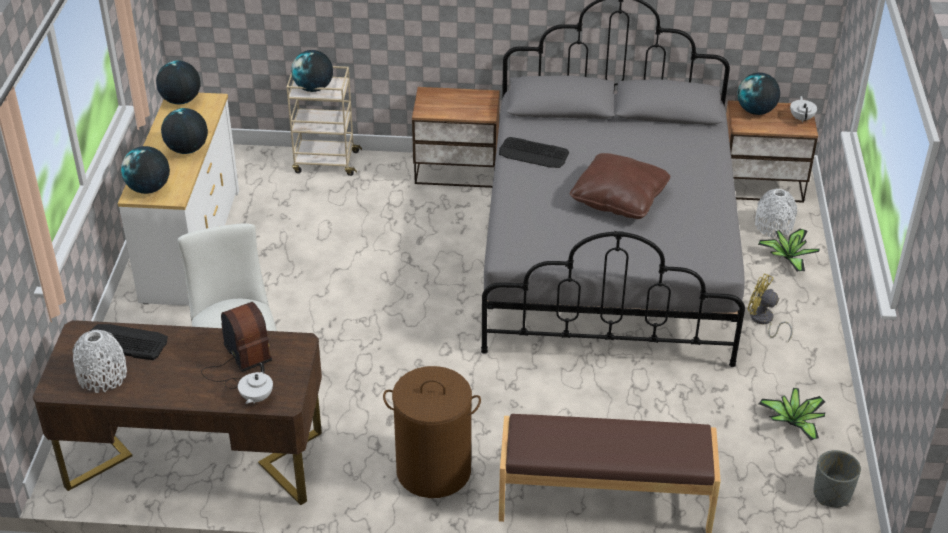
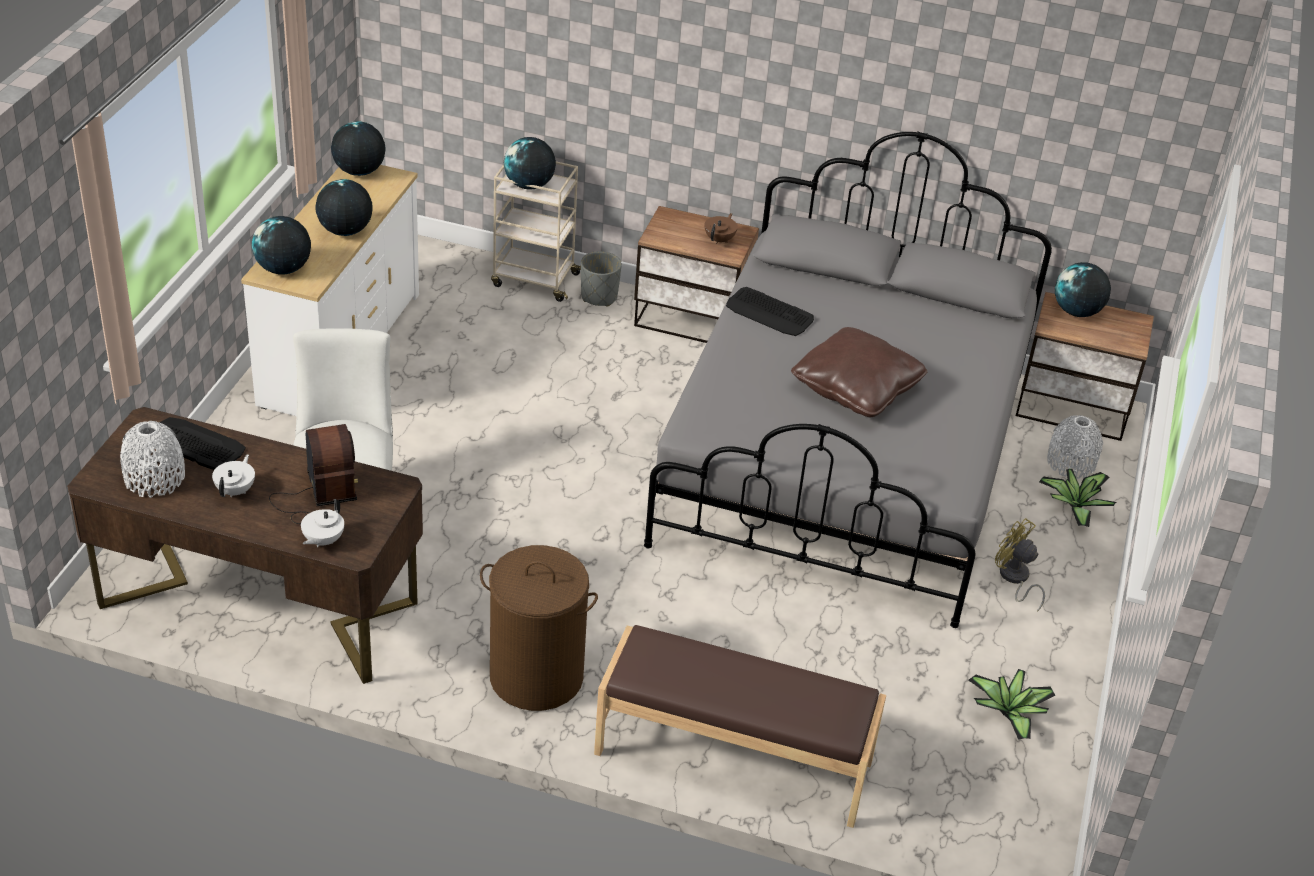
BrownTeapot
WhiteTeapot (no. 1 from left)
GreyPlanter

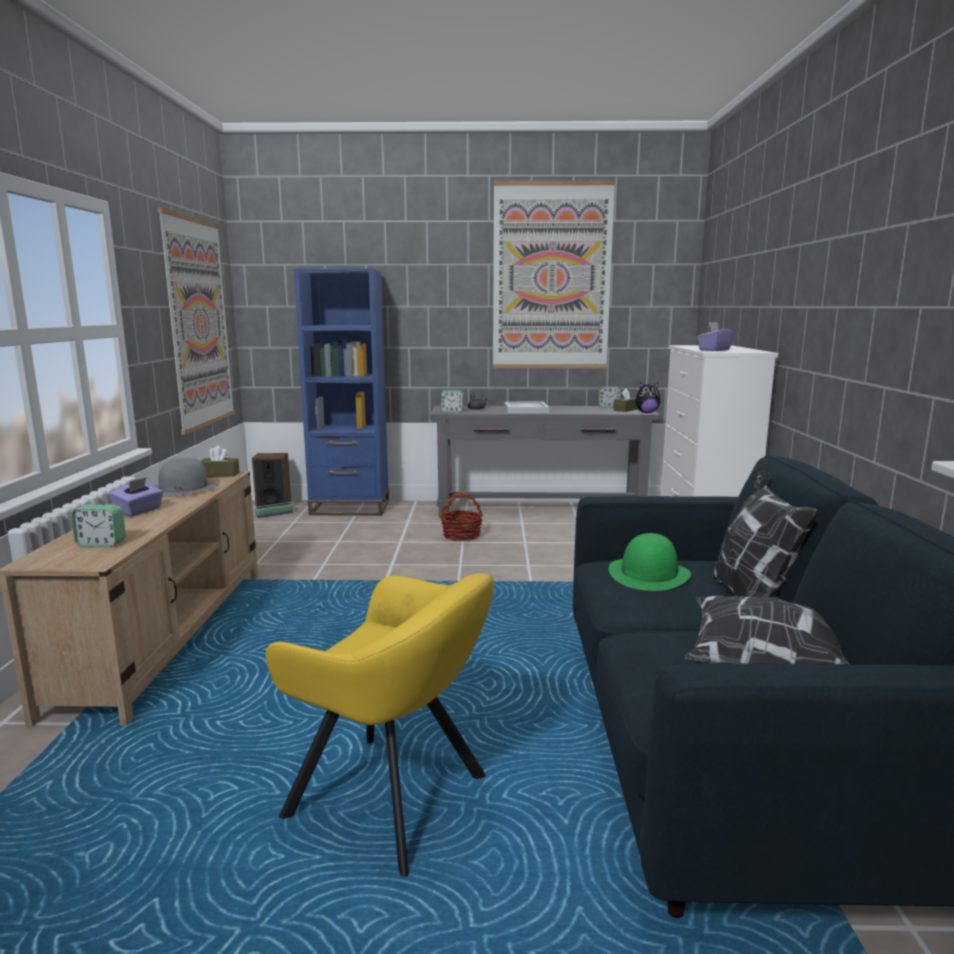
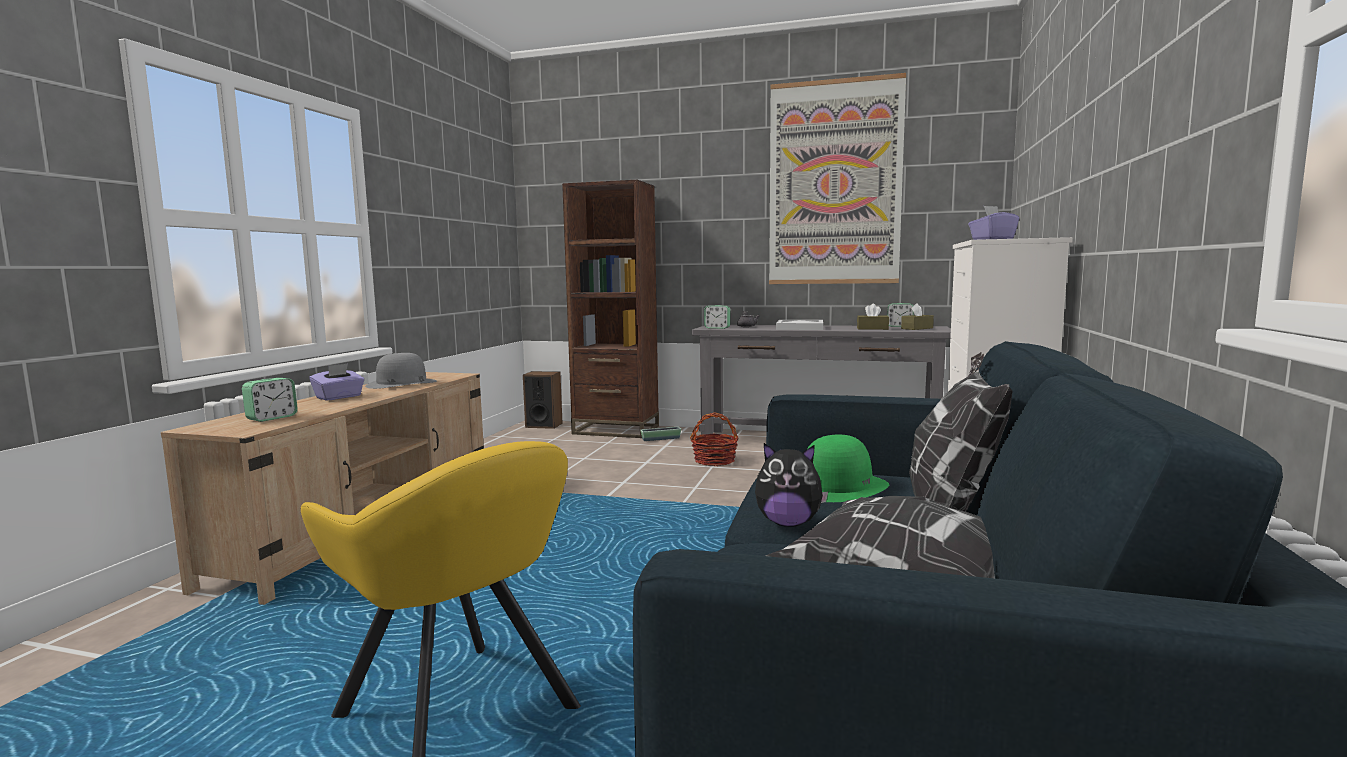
Picture (no. 1 from left in the first image)
BrownTissueBox (no. 1 from left)
Planter
PlushToy
BrownBookcase
AlarmClock (no. 1 from left)

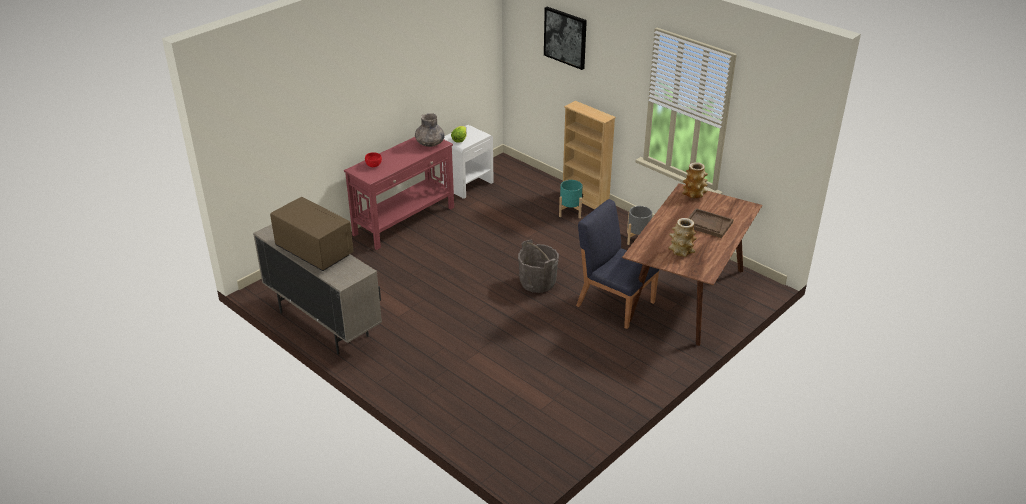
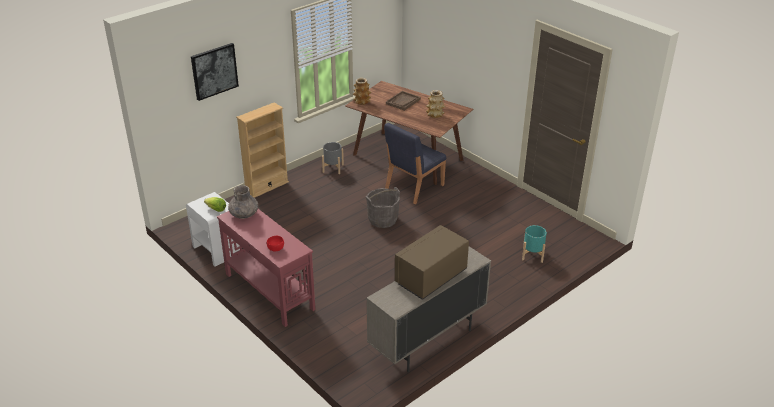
TurquoisePlanter

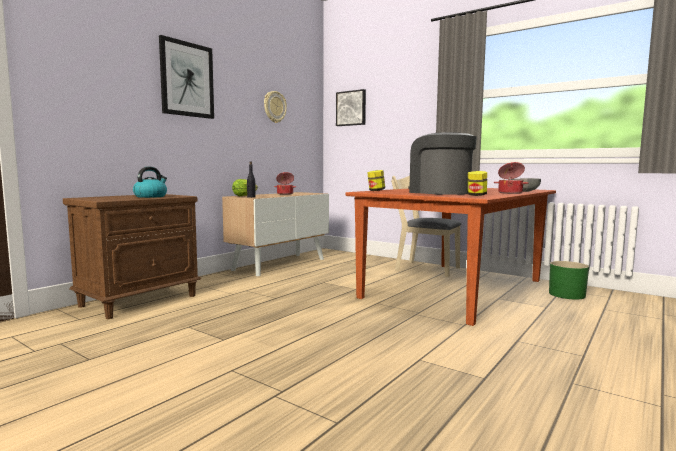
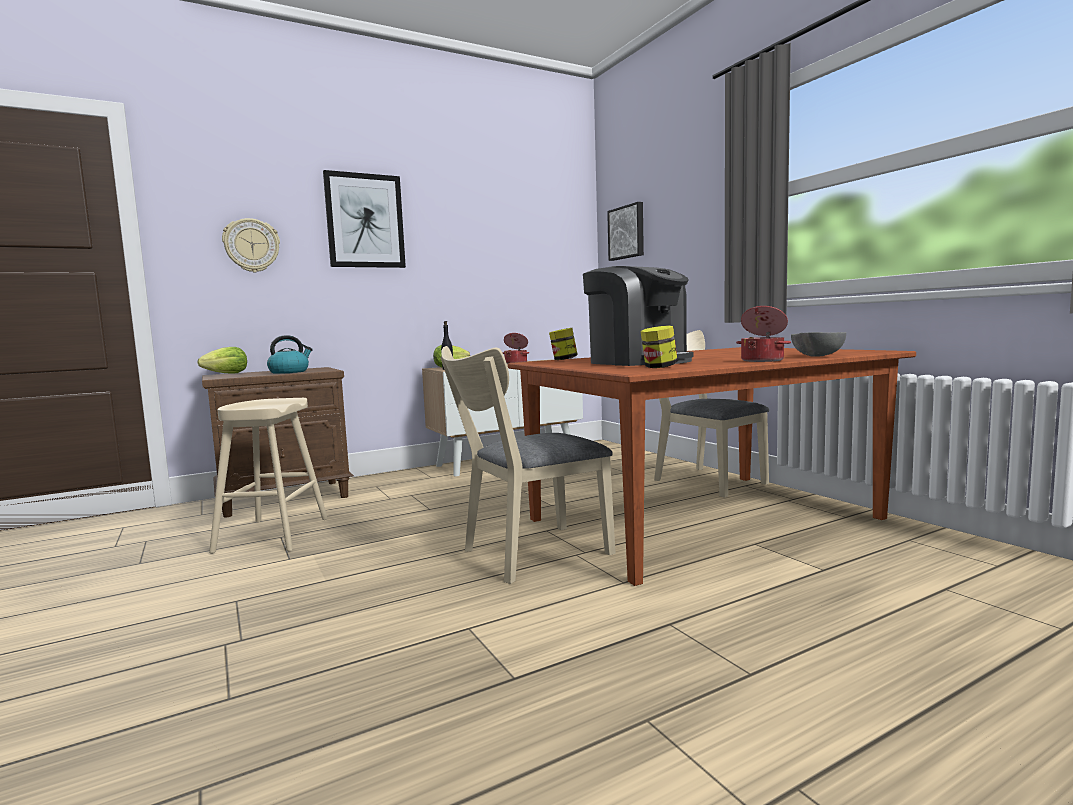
GreenPlanter
Lettuce (no. 1 from left)
BeigeStool
BeigeChair (no. 1 from left)
WallClock
CoffeeMachine

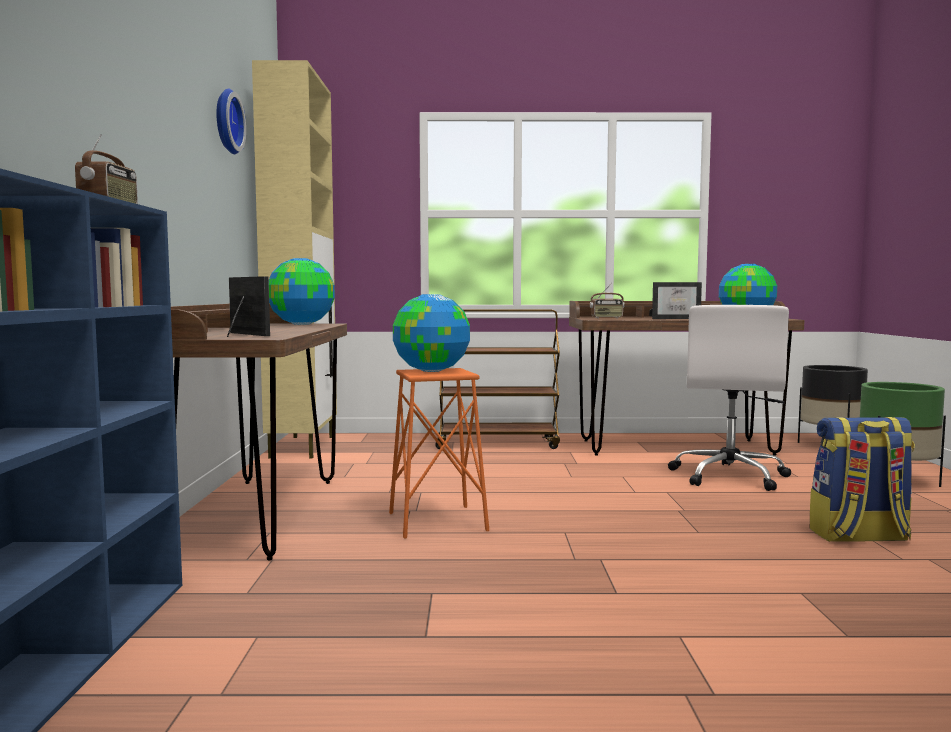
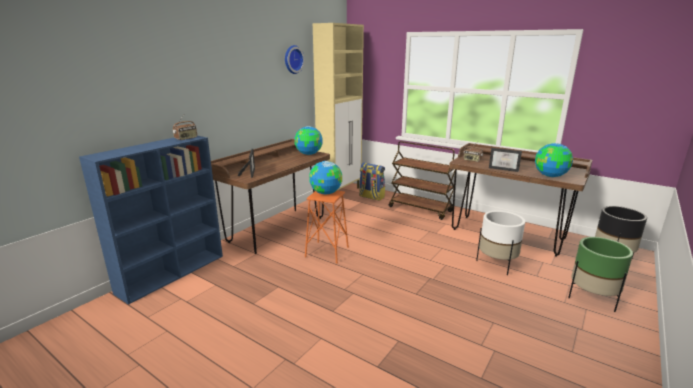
Backpack
WhitePlanter

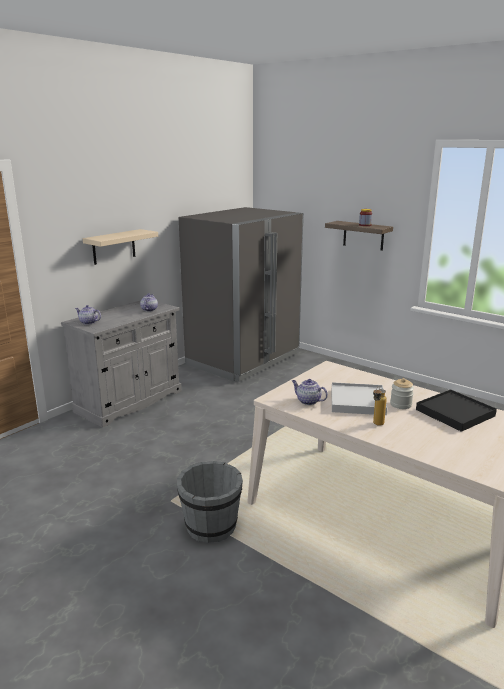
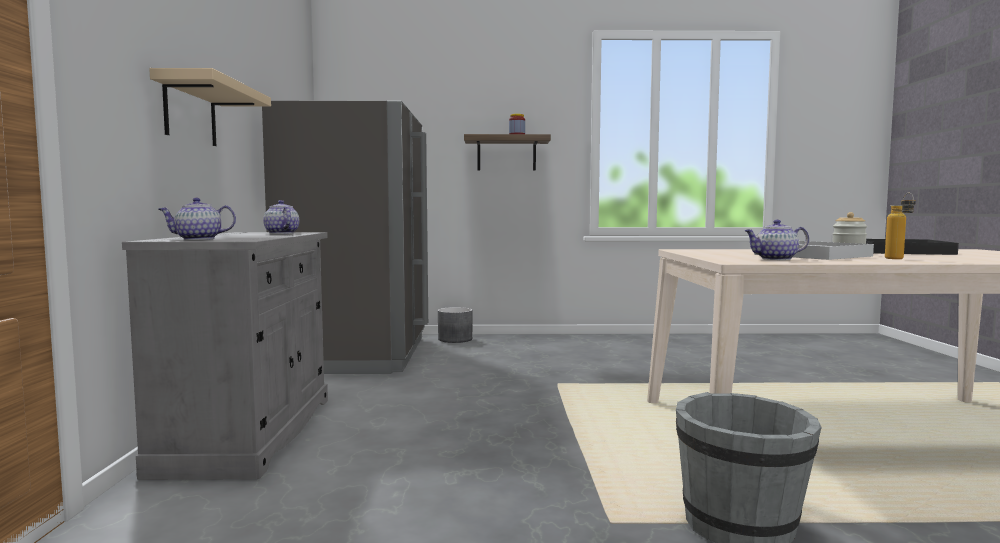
GreyPlanter

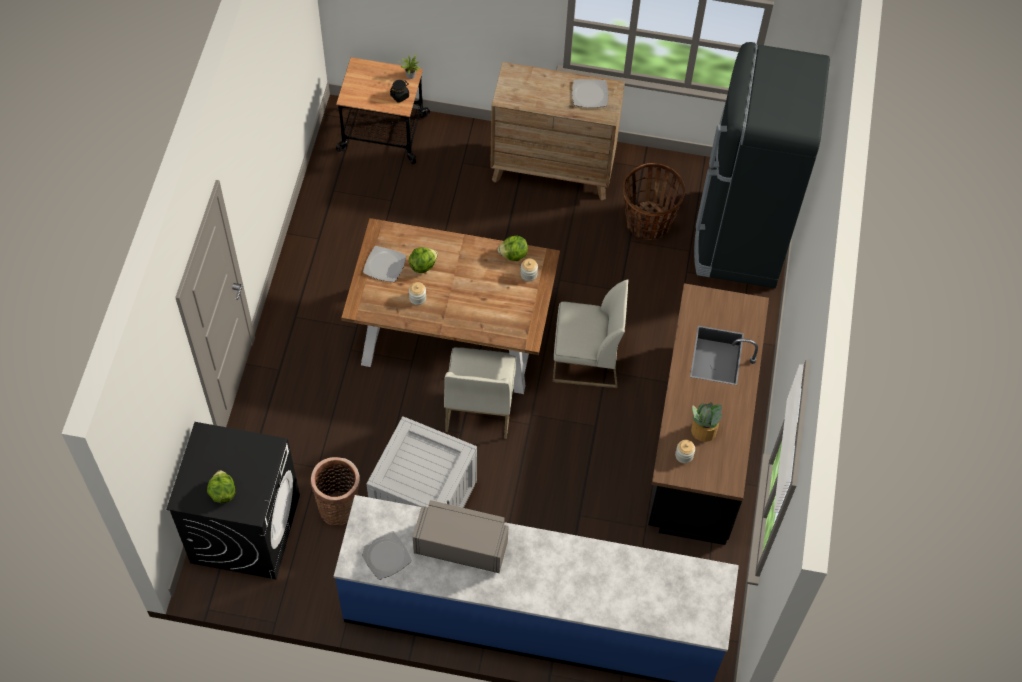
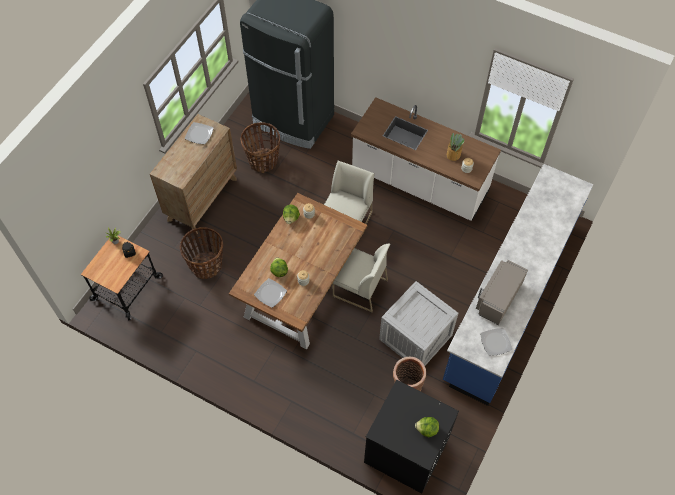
Basket (no. 1 from left)
WhiteCounter

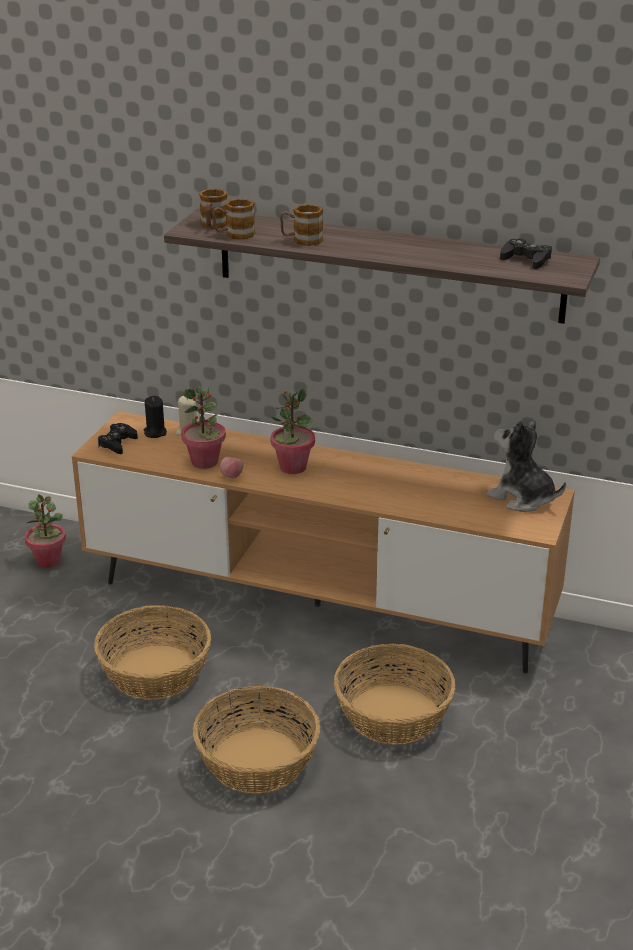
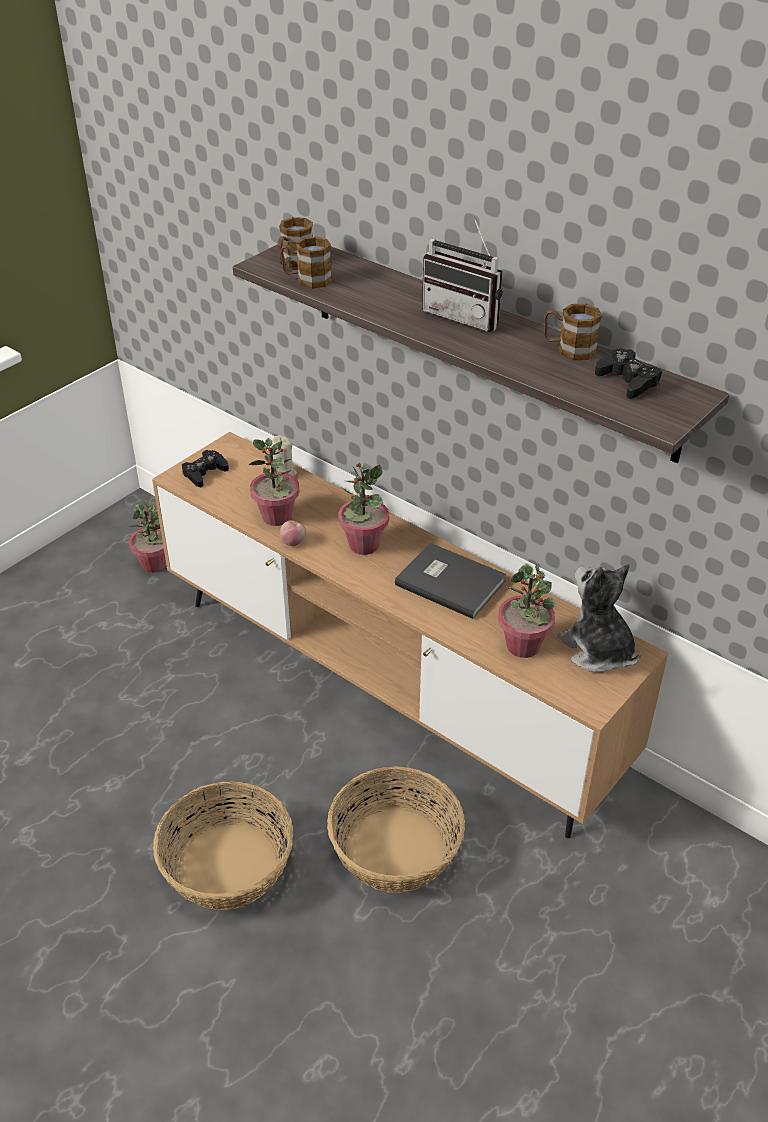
Basket (no. 1 from left in the first image)
BlackCandle
GreyBook
Radio
PottedPlant (no. 4 from left)
Mug (no. 3 from left)

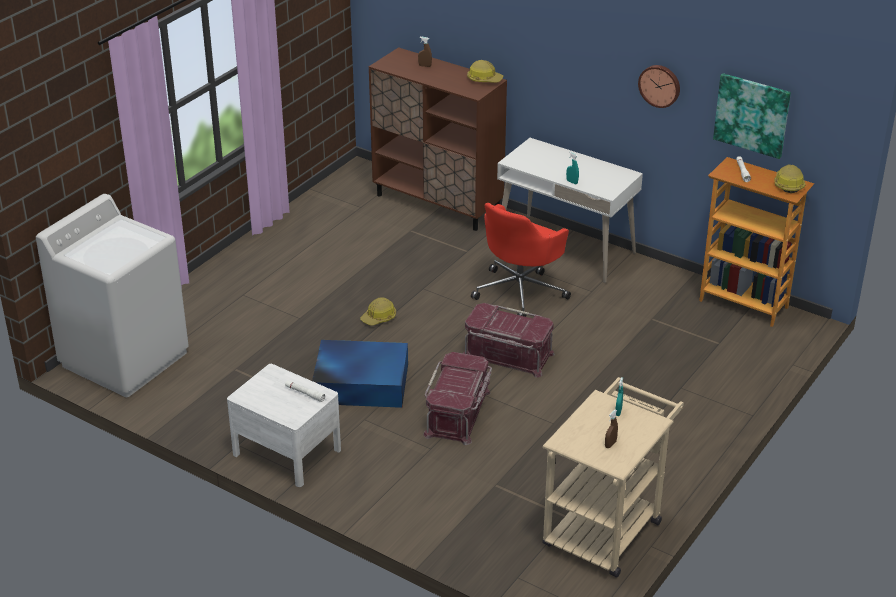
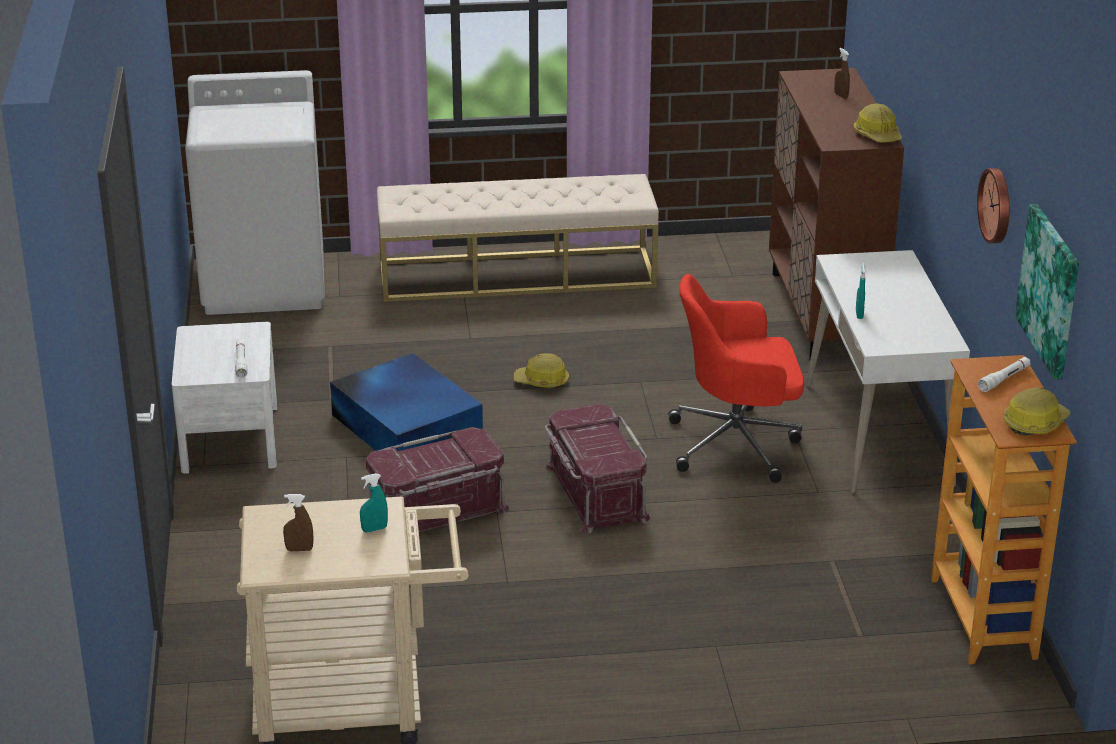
BeigeBench

